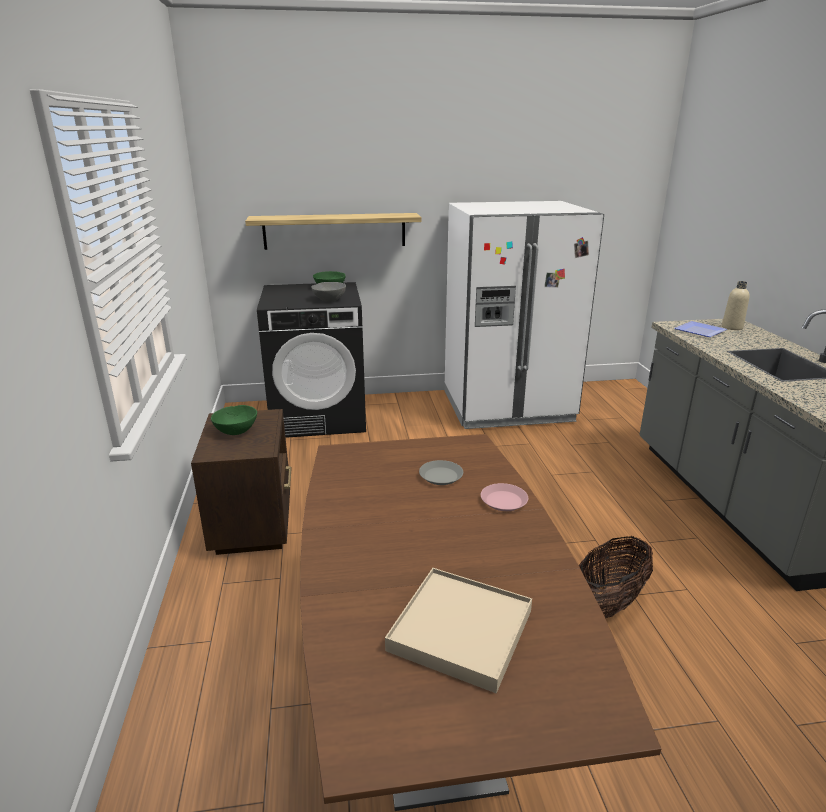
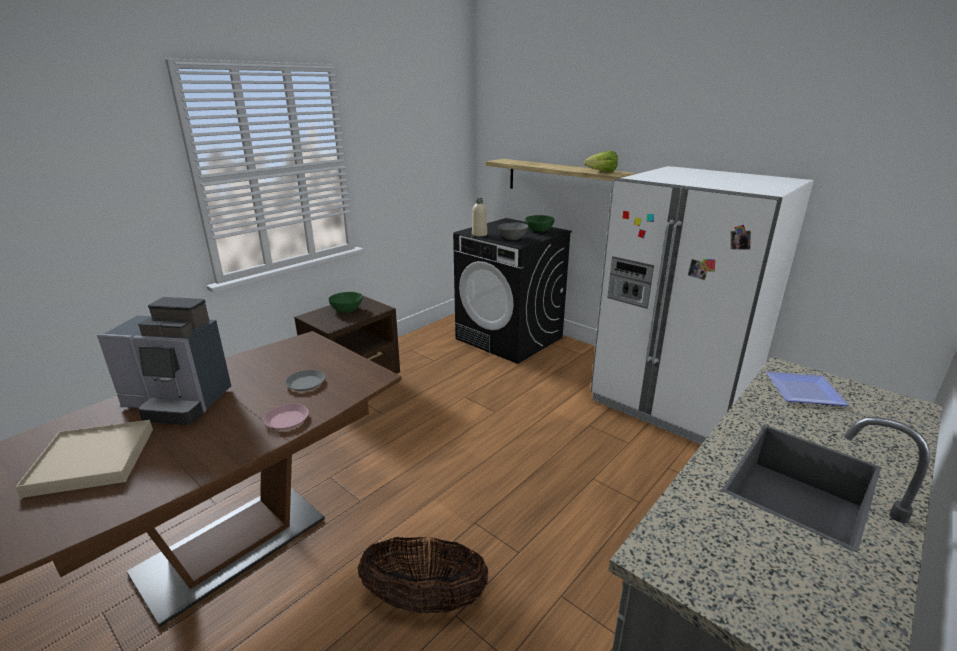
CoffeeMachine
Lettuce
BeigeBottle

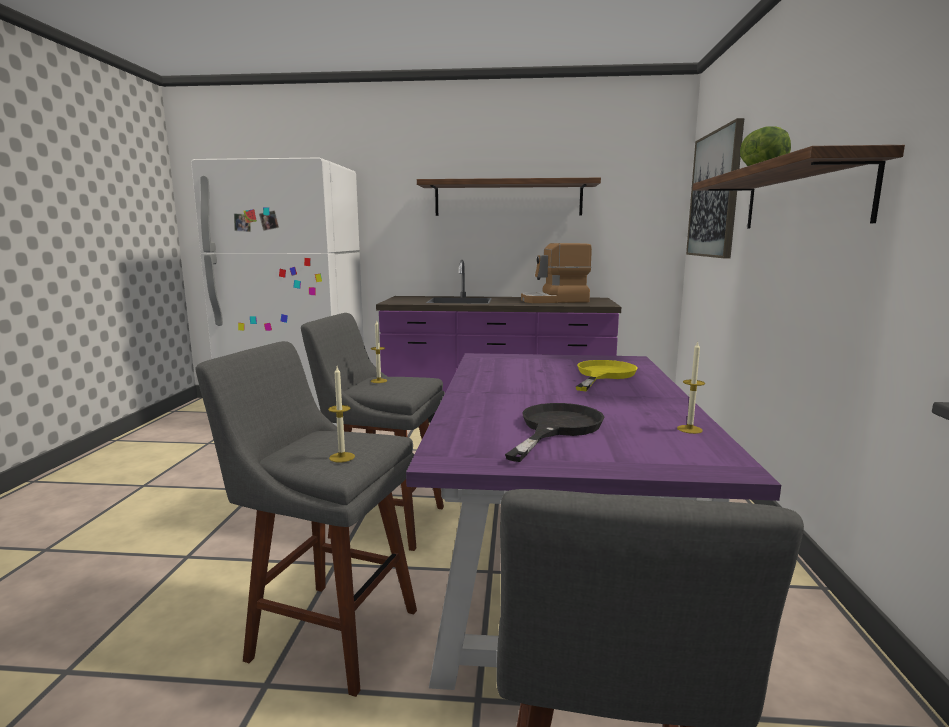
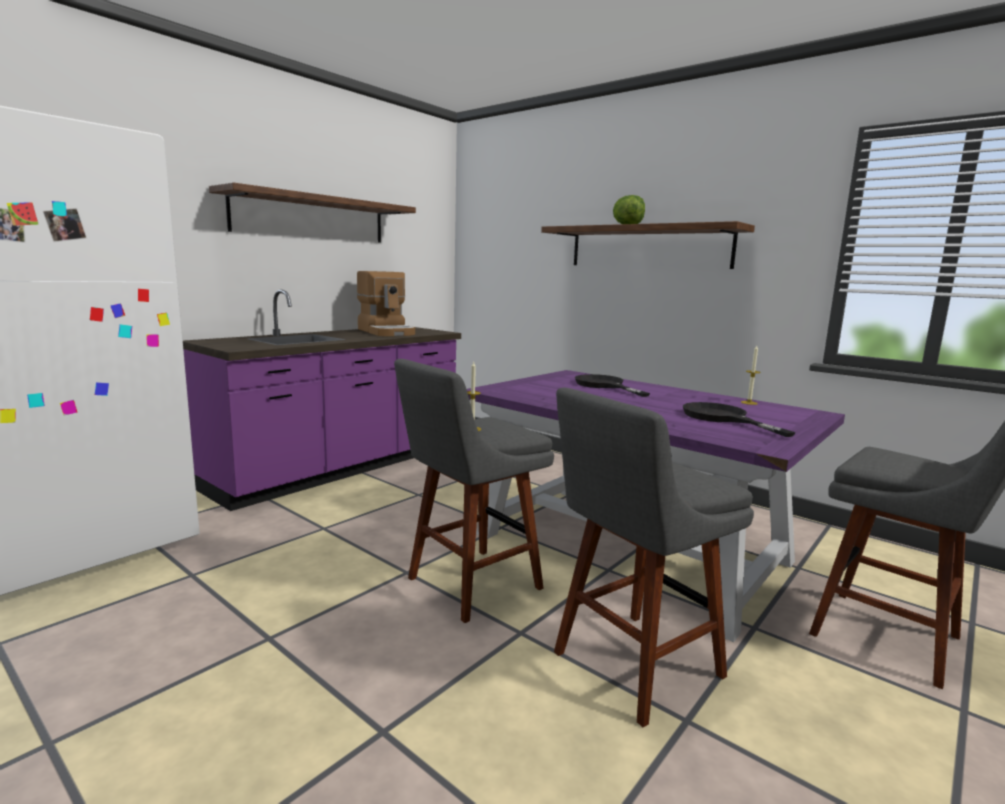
Candle (no. 1 from left in the first image)
Picture
BlackFryingPan (no. 1 from left)
CoffeeMachine

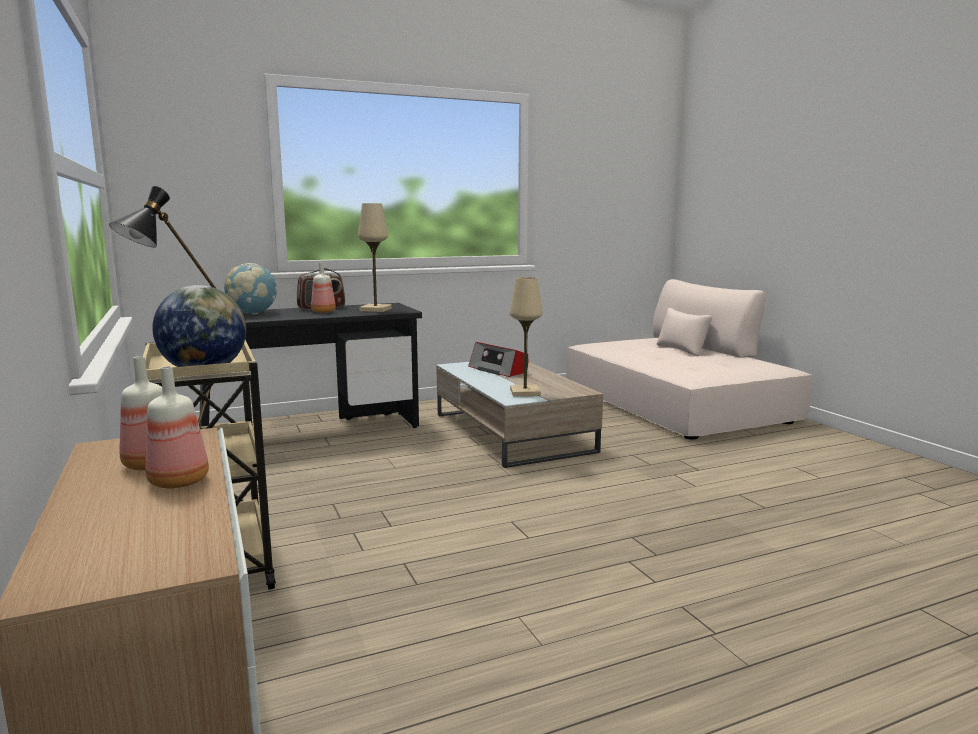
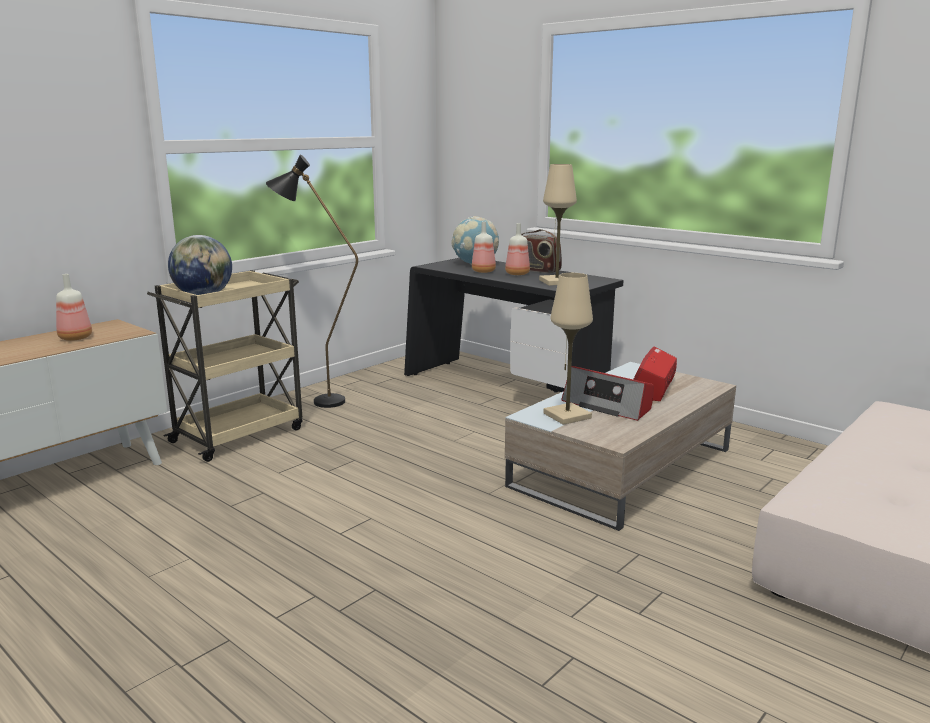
Radio (no. 2 from left)
Bottle (no. 2 from left)

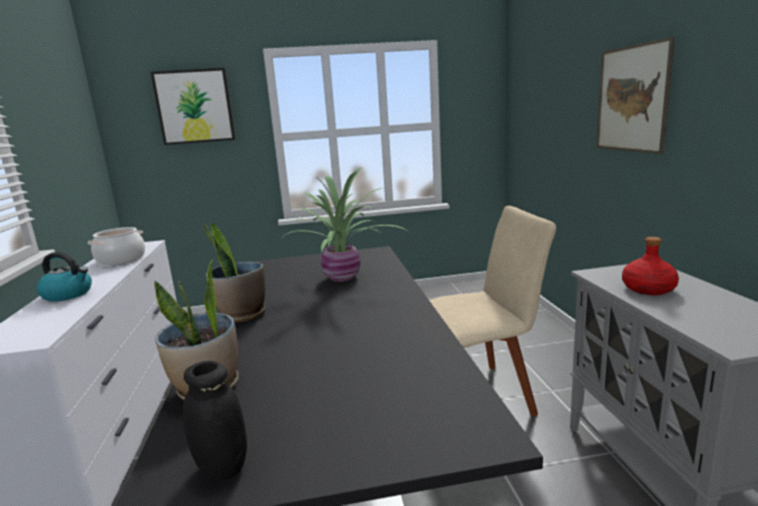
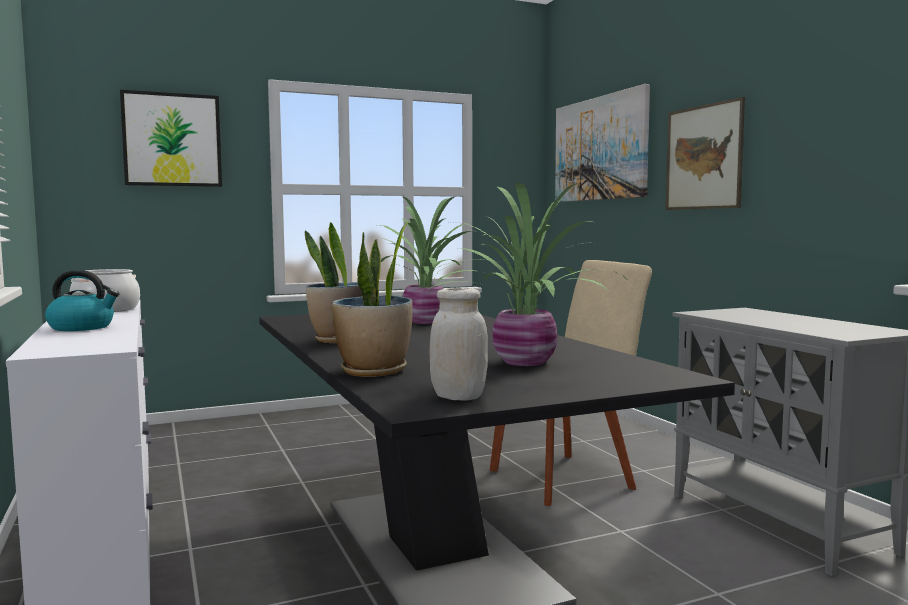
RedBottle
PottedPlant (no. 4 from left)
Picture (no. 2 from left)
WhiteJar

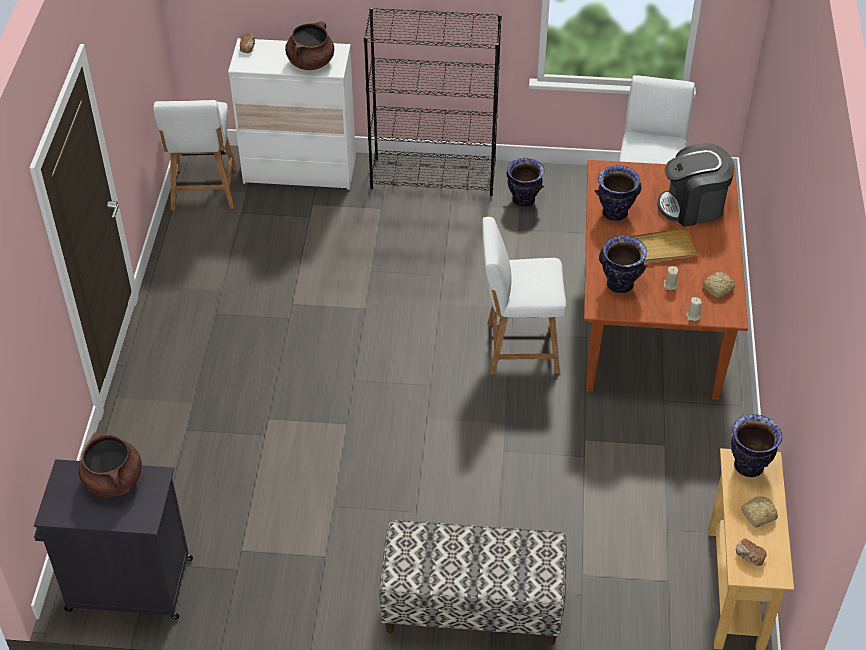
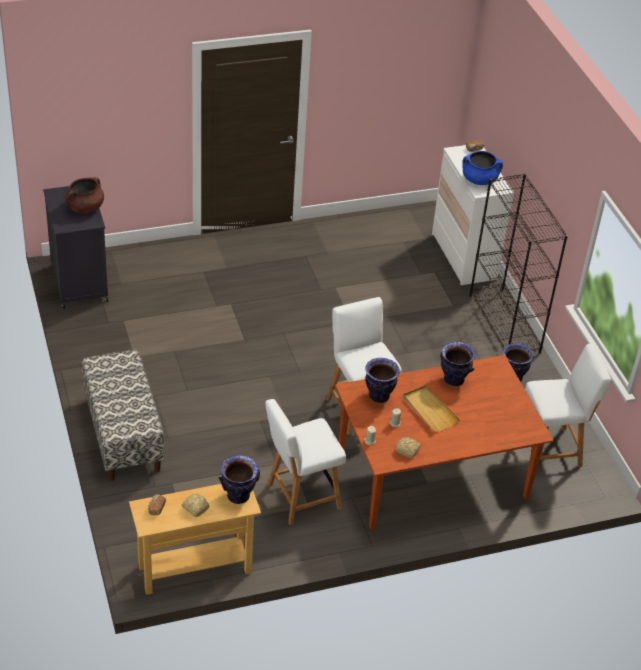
CoffeeMachine
WhiteChair (no. 1 from left)
BlueCookingPot

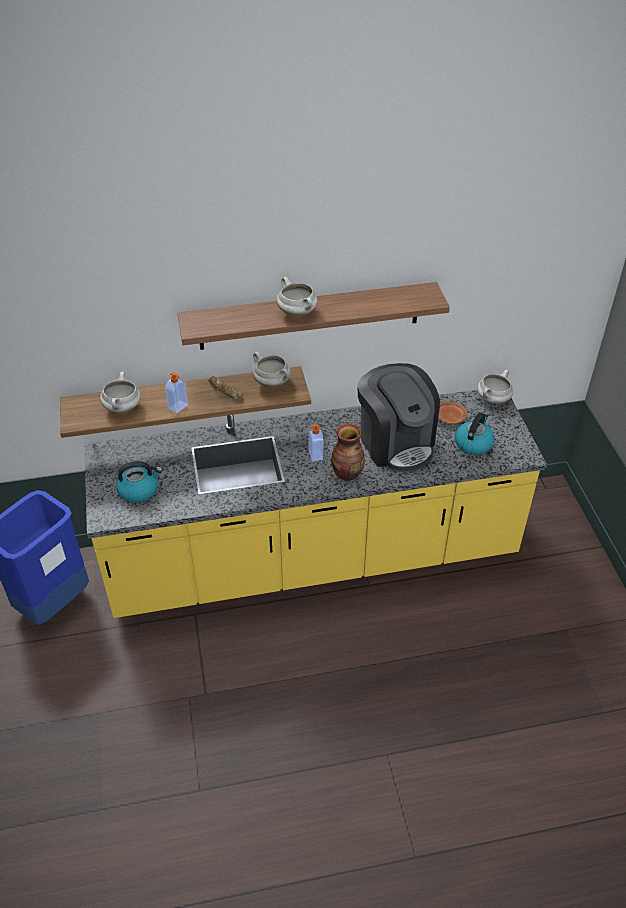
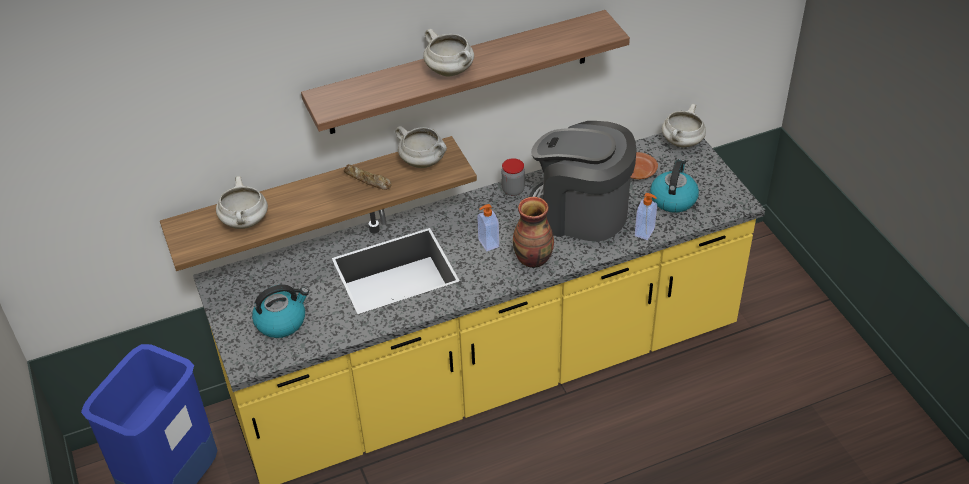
Jar
SoapDispenser (no. 2 from left)
CoffeeMachine

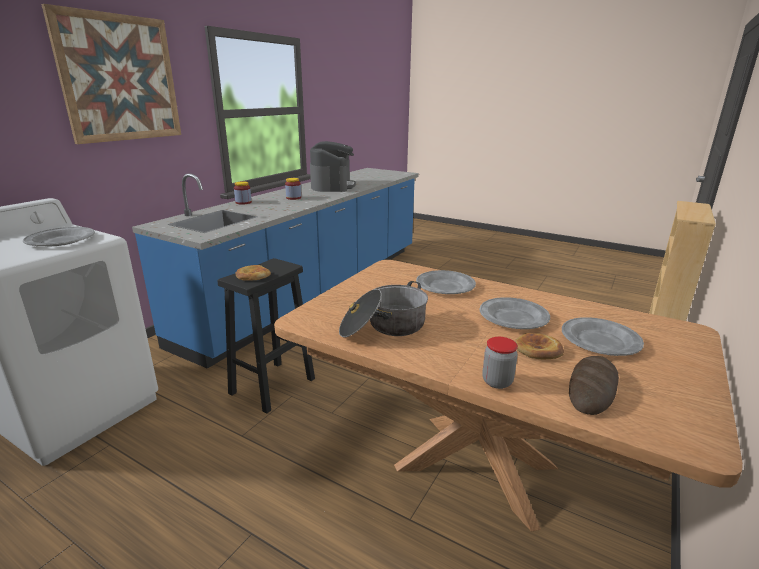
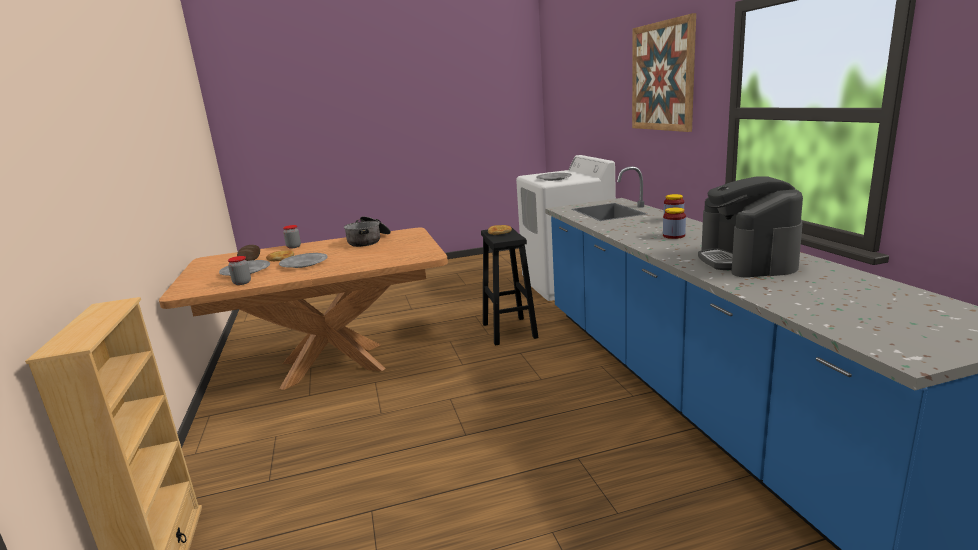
GreyPlate (no. 2 from left in the first image)
Jar (no. 1 from left)
CoffeeMachine

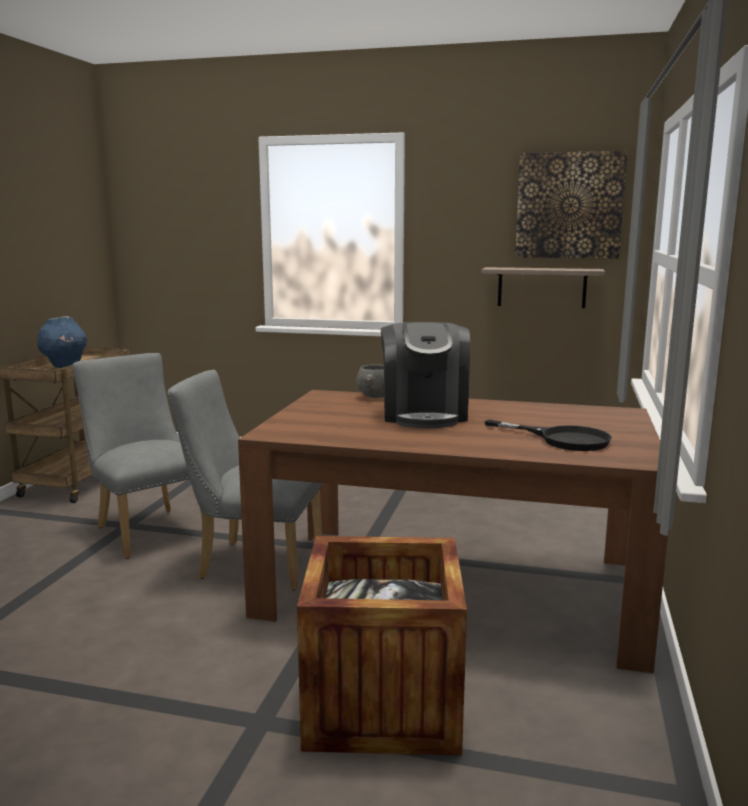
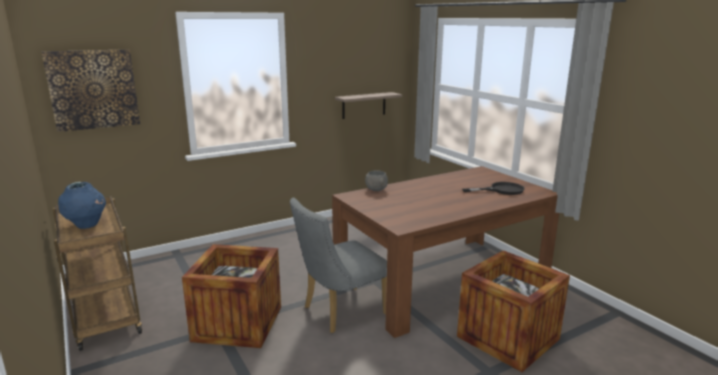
CoffeeMachine
Picture
Crate (no. 1 from left)

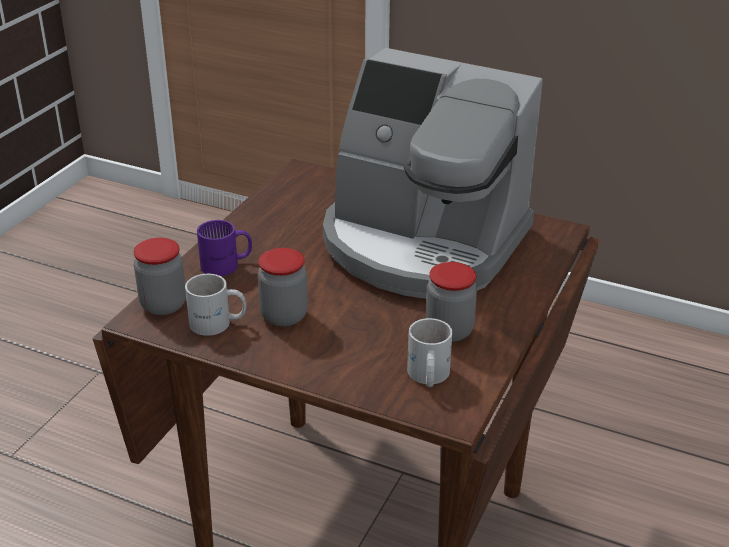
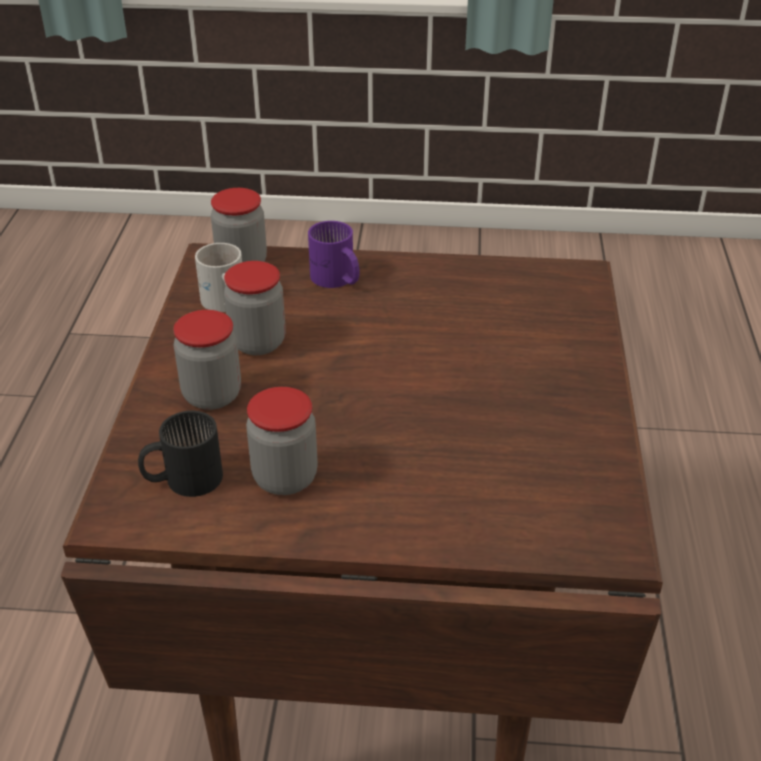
CoffeeMachine
Jar (no. 1 from left)
BlackMug

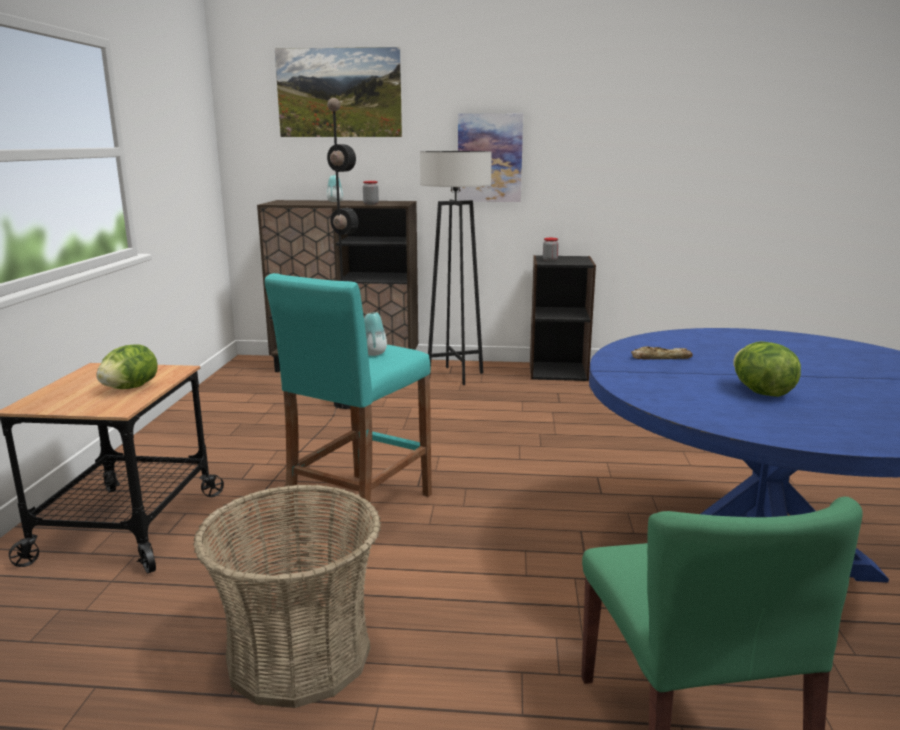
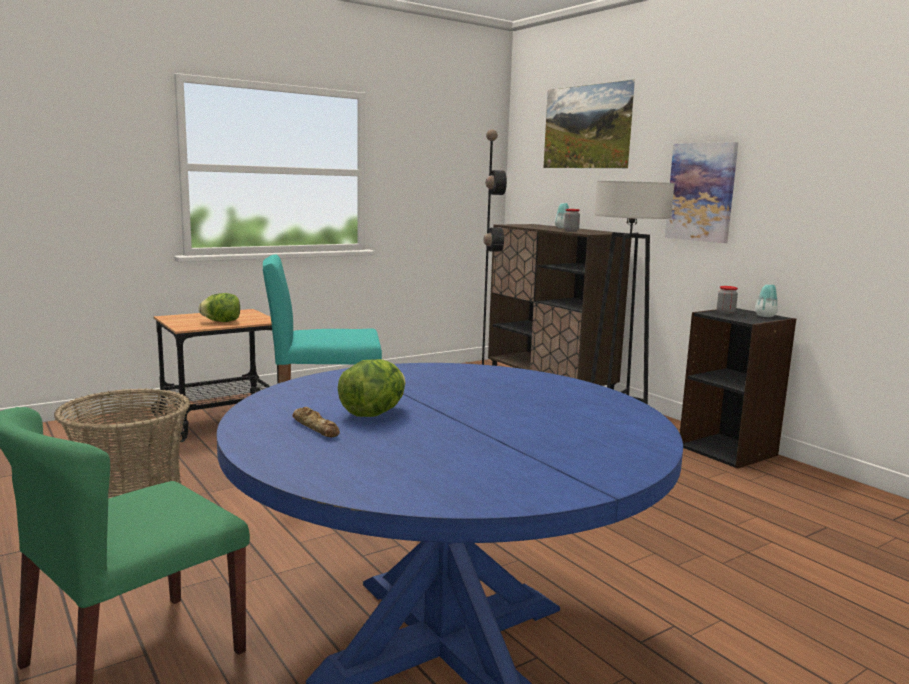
Vase (no. 2 from left)
Bread

